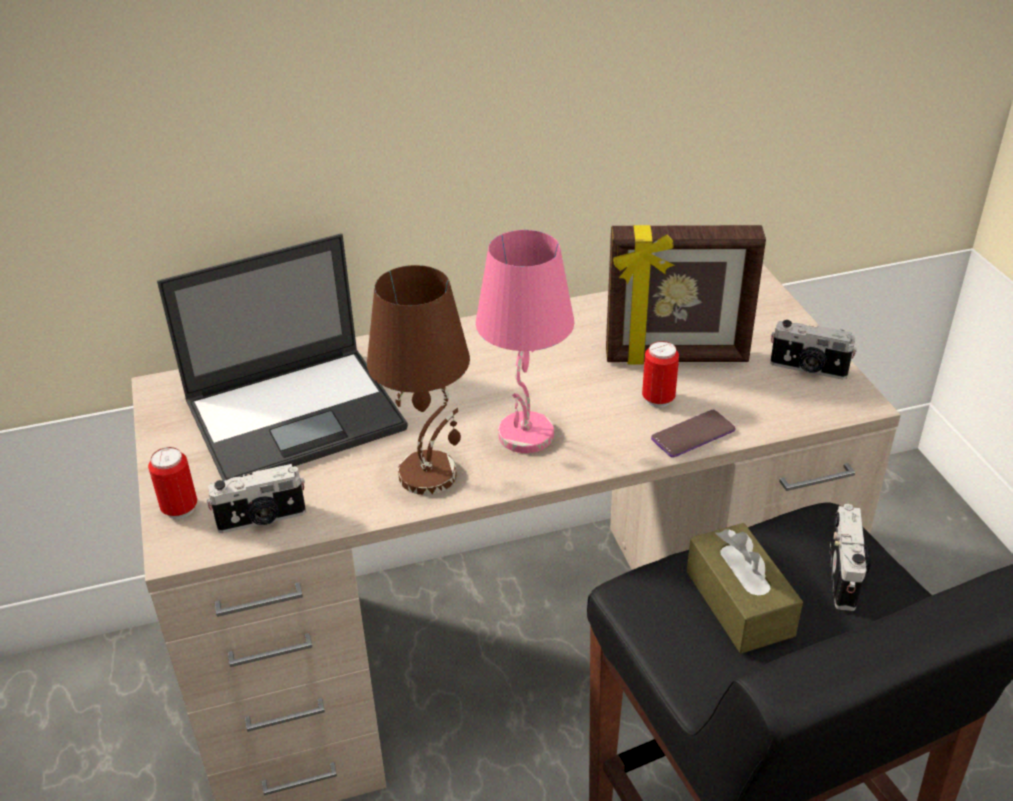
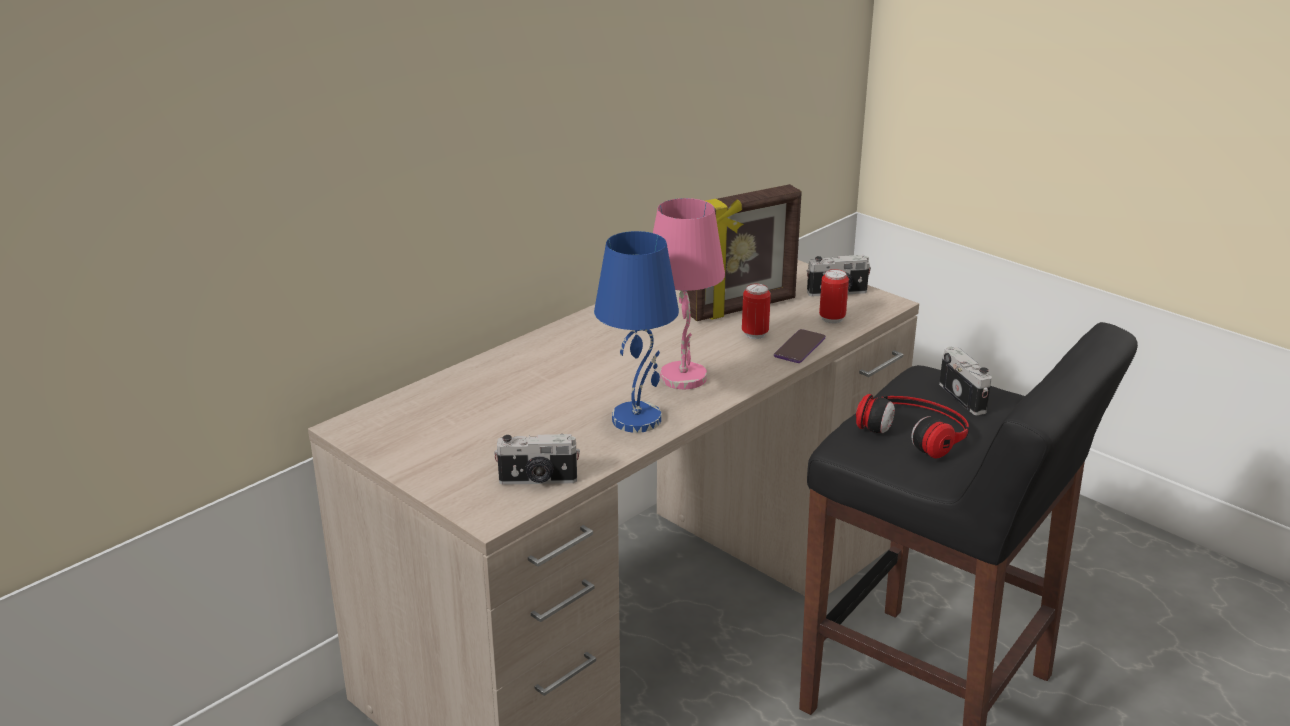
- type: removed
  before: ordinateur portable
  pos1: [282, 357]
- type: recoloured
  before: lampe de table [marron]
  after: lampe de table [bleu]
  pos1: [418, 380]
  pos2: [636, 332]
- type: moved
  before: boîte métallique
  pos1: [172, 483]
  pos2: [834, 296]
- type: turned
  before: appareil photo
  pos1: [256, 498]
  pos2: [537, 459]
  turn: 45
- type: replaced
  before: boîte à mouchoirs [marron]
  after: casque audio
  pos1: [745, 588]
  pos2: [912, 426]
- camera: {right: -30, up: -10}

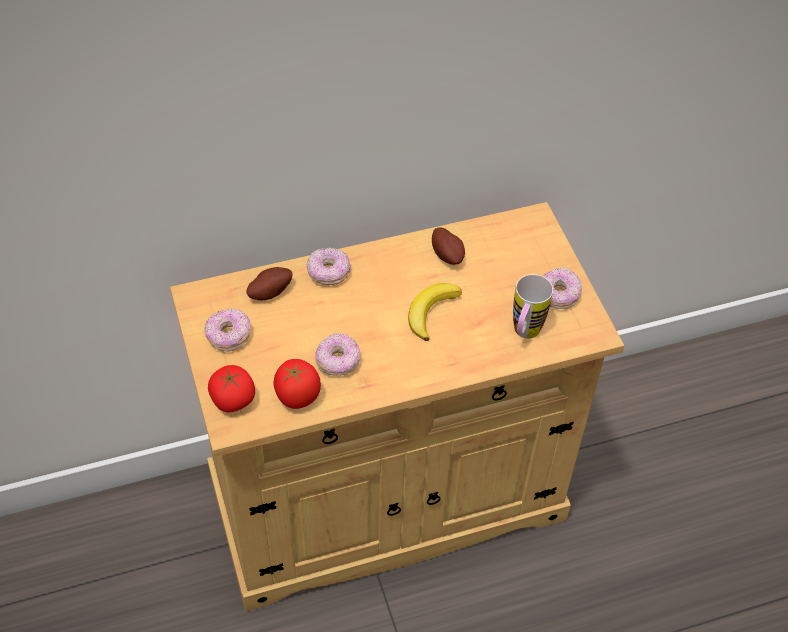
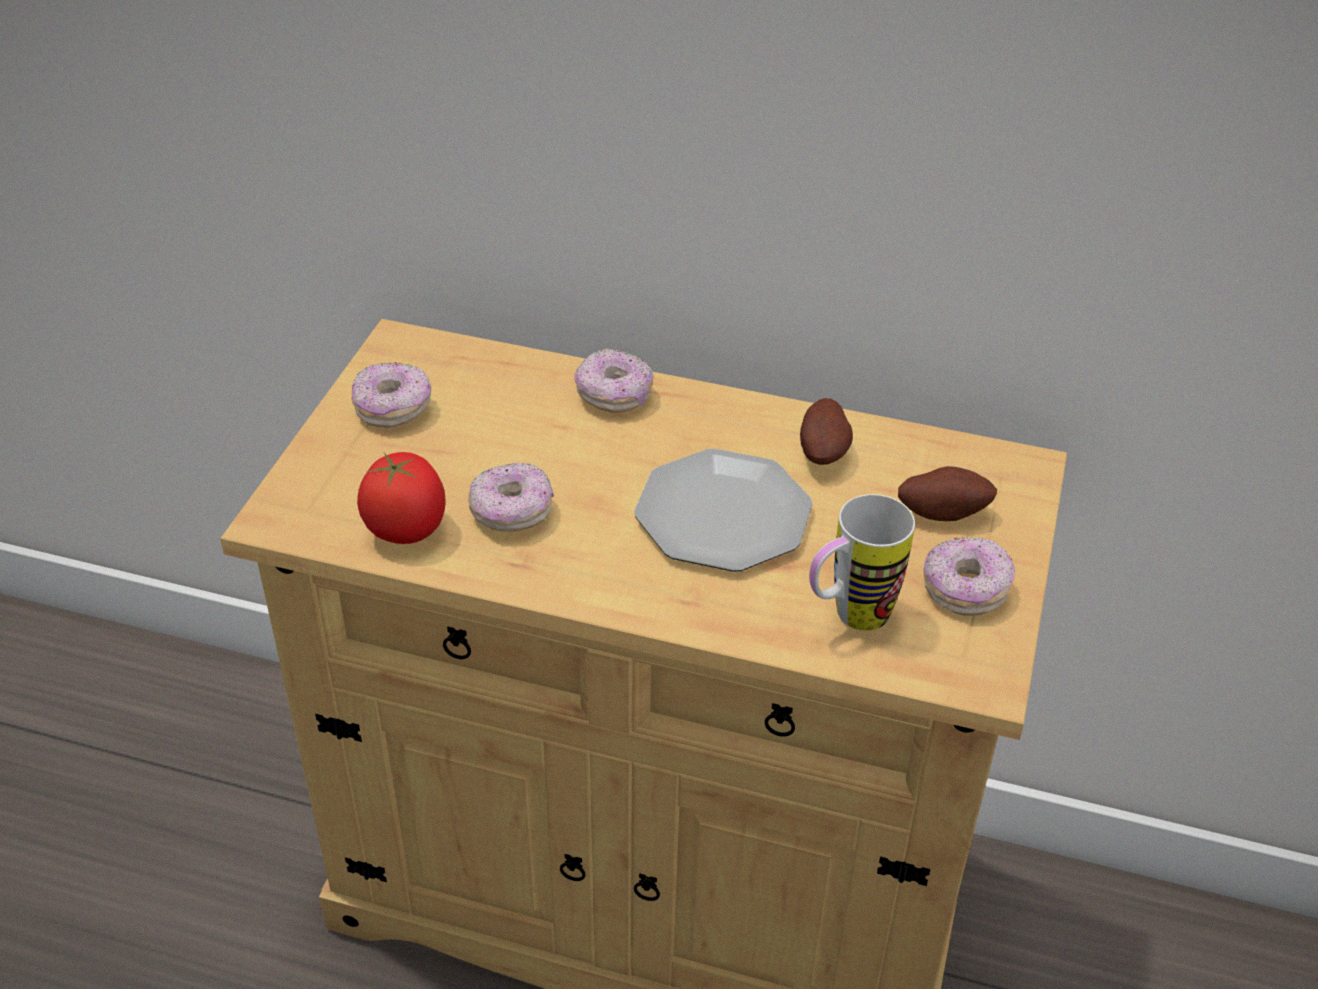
- type: moved
  before: pomme de terre
  pos1: [269, 283]
  pos2: [947, 493]
- type: replaced
  before: banane
  after: assiette
  pos1: [435, 312]
  pos2: [723, 510]
- type: removed
  before: tomate
  pos1: [231, 388]
- camera: {right: 35, up: -10}

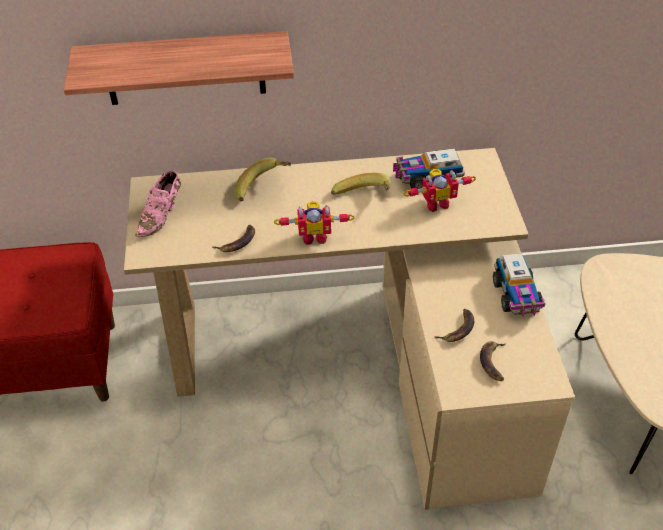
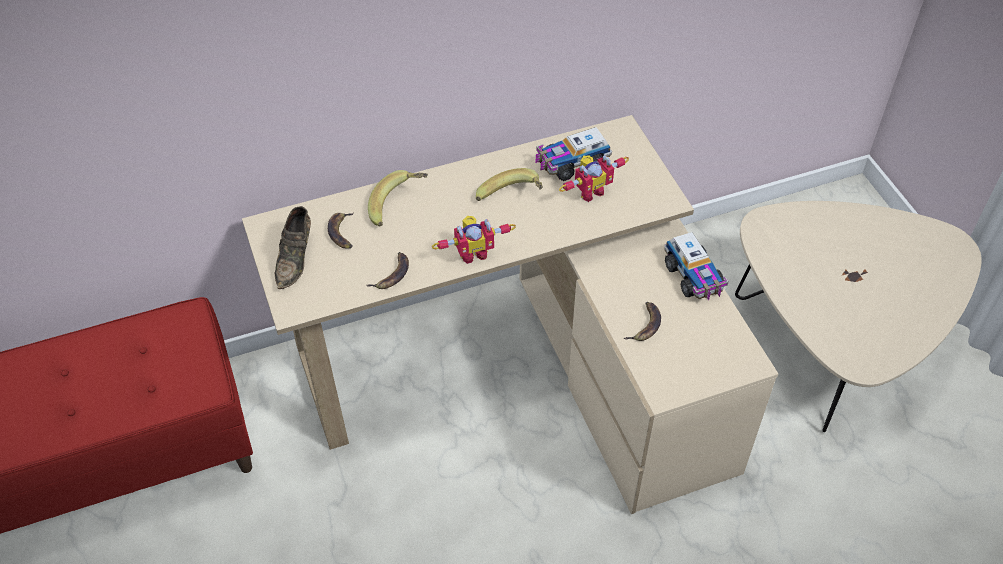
- type: removed
  before: étagère
  pos1: [179, 68]
- type: recoloured
  before: chaussure [rose]
  after: chaussure [marron]
  pos1: [158, 203]
  pos2: [293, 247]
- type: moved
  before: banane
  pos1: [493, 361]
  pos2: [341, 231]
- camera: {right: -15, up: 5}

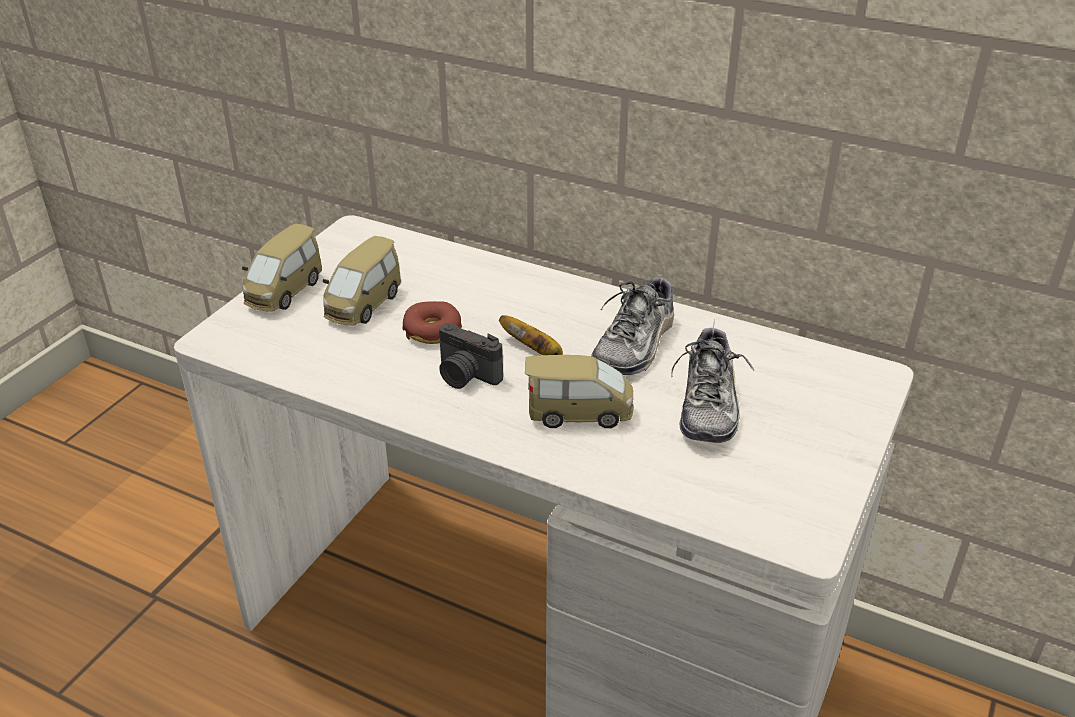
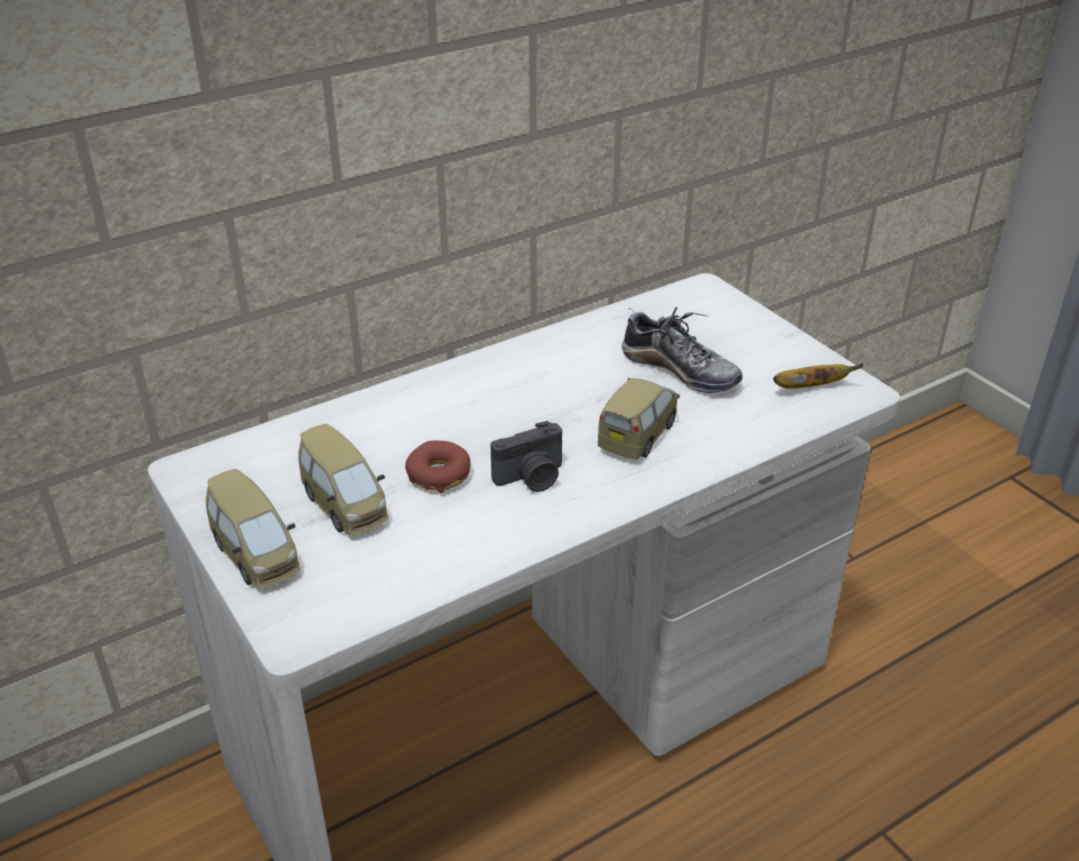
- type: removed
  before: chaussure
  pos1: [632, 324]
- type: moved
  before: banane
  pos1: [531, 335]
  pos2: [818, 376]
- camera: {right: -60, up: 0}

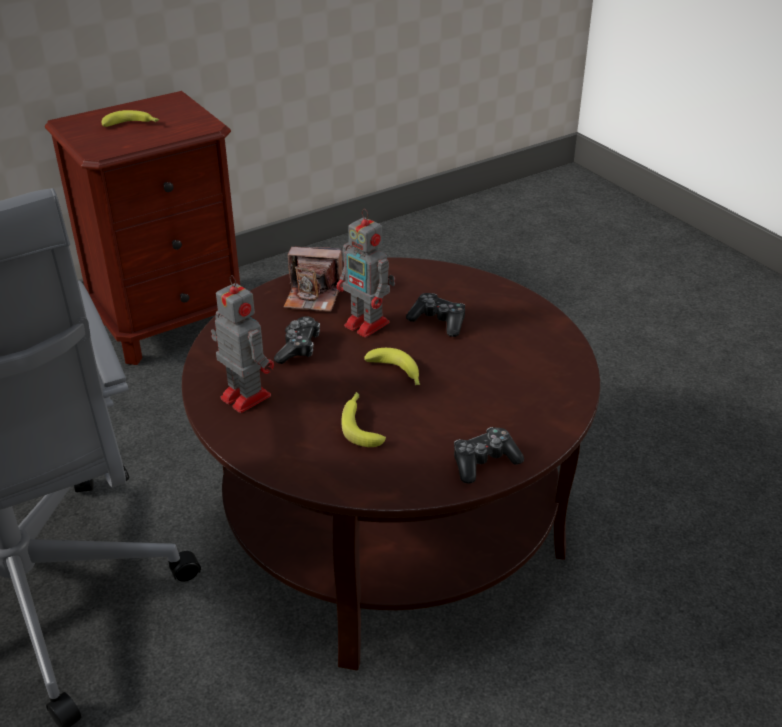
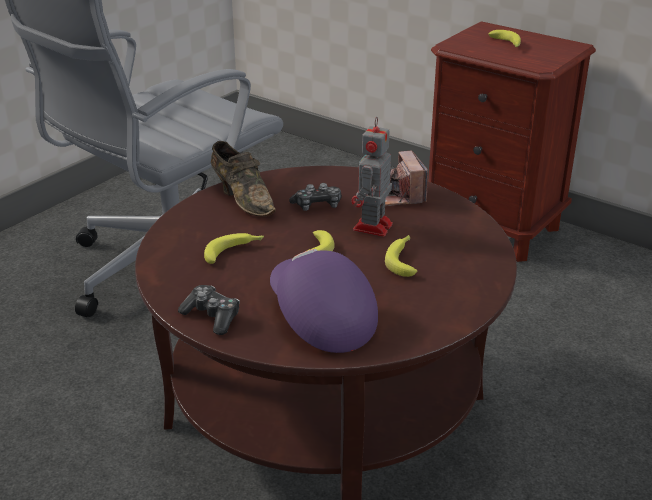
- type: replaced
  before: robot jouet
  after: chaussure [marron]
  pos1: [242, 344]
  pos2: [243, 179]
- type: replaced
  before: manette
  after: banane
  pos1: [435, 315]
  pos2: [401, 256]
- type: added
  after: casquette [violet]
  pos2: [324, 301]
- camera: {right: 70, up: -5}

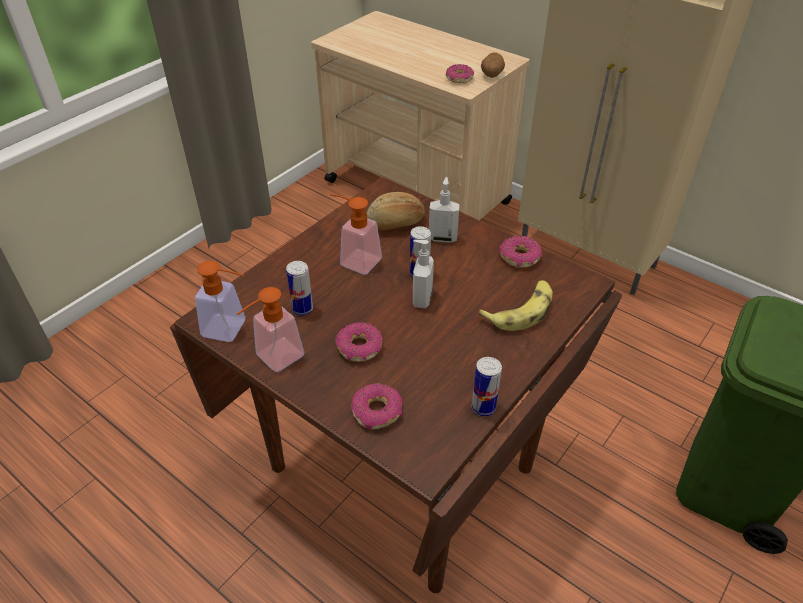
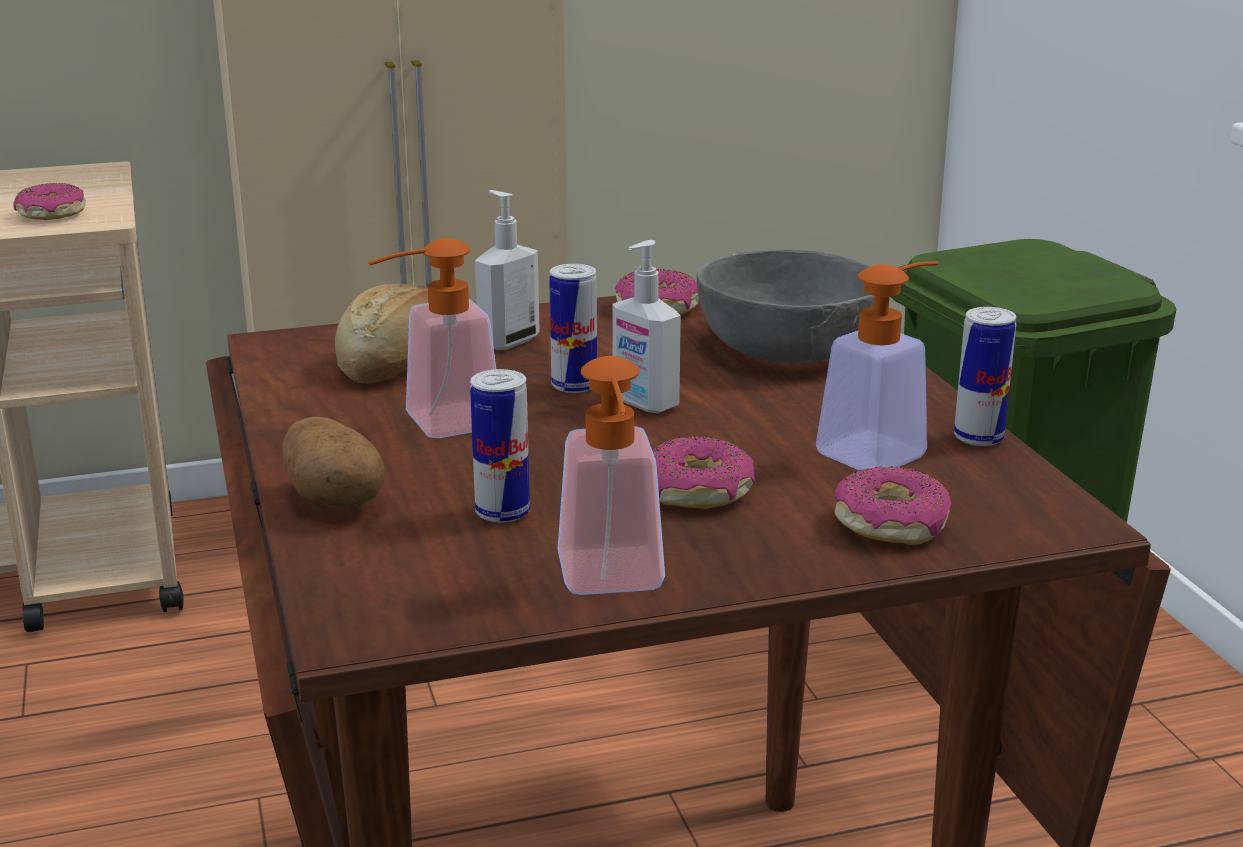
- type: moved
  before: pomme de terre
  pos1: [493, 65]
  pos2: [333, 462]
- type: moved
  before: distributeur de savon
  pos1: [220, 301]
  pos2: [877, 366]
- type: replaced
  before: banane
  after: bol [gris]
  pos1: [516, 305]
  pos2: [785, 306]
- camera: {right: -55, up: -20}

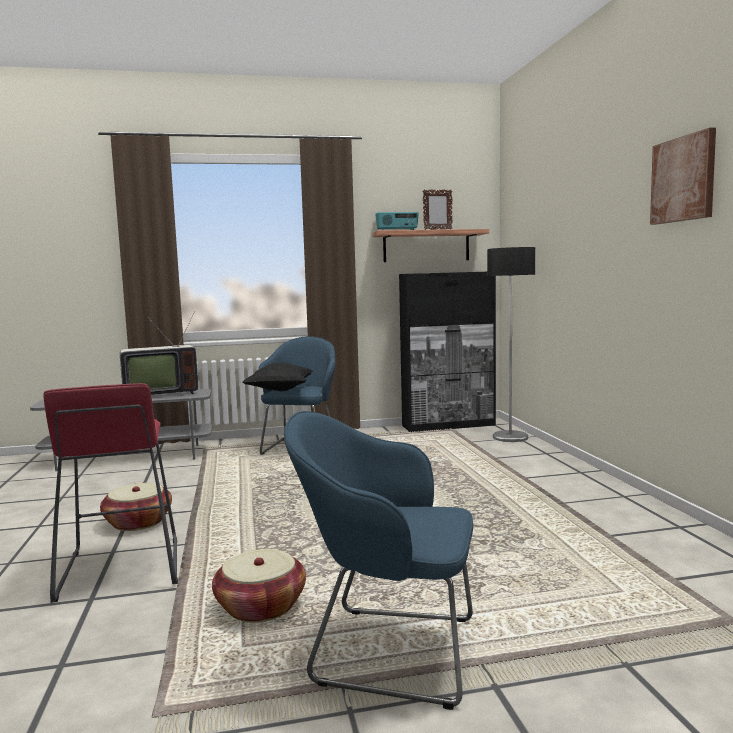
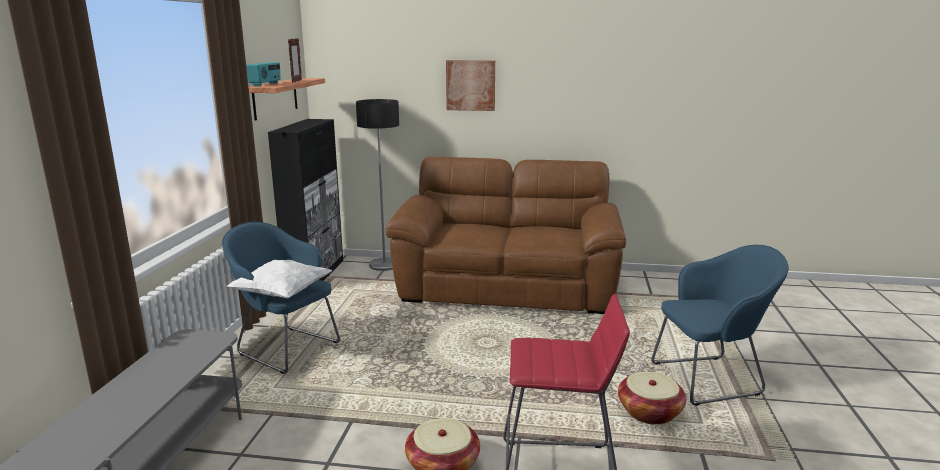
- type: moved
  before: tableau
  pos1: [683, 176]
  pos2: [470, 85]
- type: removed
  before: téléviseur
  pos1: [159, 353]
- type: recoloured
  before: coussin [noir]
  after: coussin [blanc]
  pos1: [278, 376]
  pos2: [279, 279]
- type: turned
  before: fauteuil [bleu]
  pos1: [378, 560]
  pos2: [720, 325]
  turn: -135
- type: added
  after: canapé [marron]
  pos2: [506, 235]
- camera: {right: -70, up: 10}

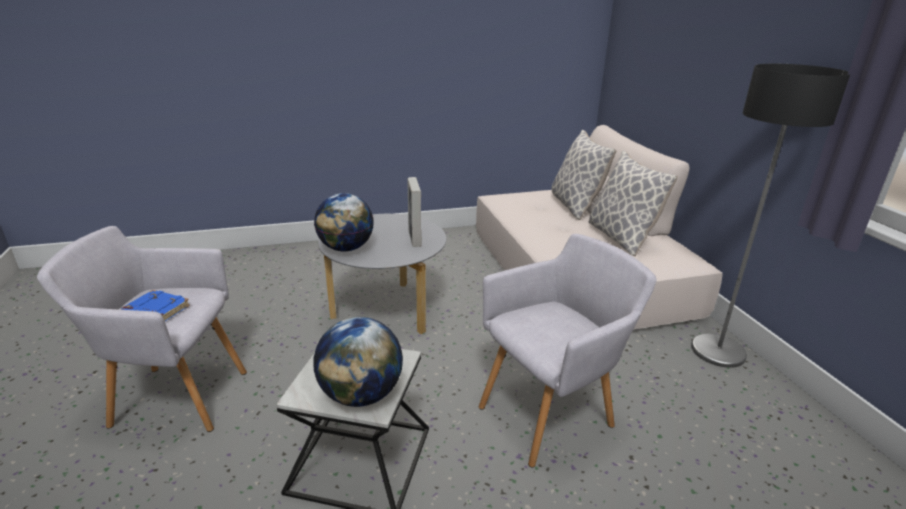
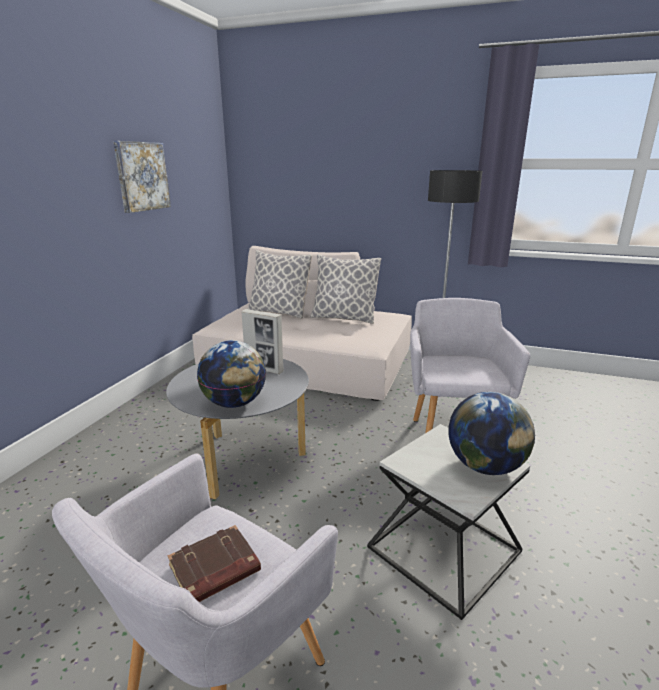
- type: recoloured
  before: livre [bleu]
  after: livre [marron]
  pos1: [155, 305]
  pos2: [214, 563]
- type: added
  after: tableau
  pos2: [142, 177]
- camera: {right: -55, up: -5}

